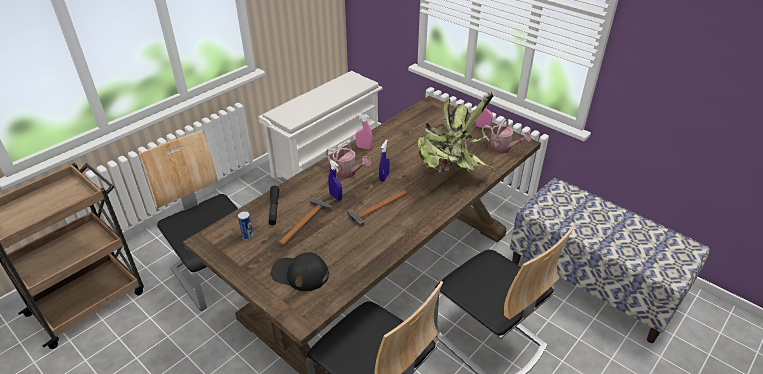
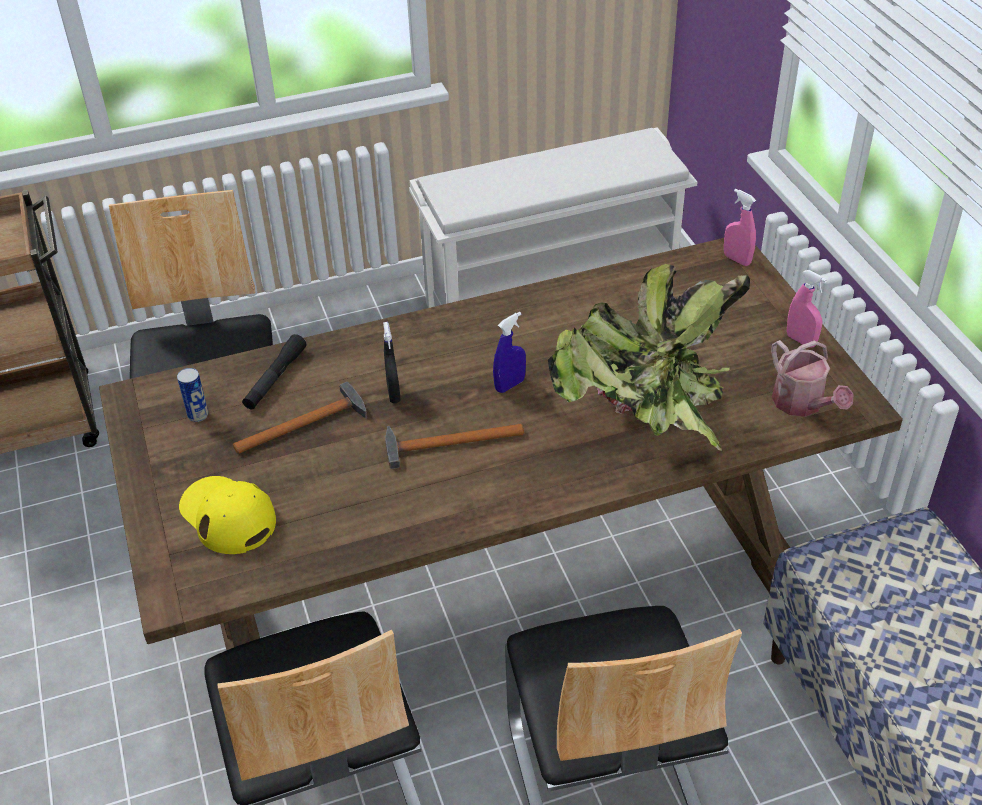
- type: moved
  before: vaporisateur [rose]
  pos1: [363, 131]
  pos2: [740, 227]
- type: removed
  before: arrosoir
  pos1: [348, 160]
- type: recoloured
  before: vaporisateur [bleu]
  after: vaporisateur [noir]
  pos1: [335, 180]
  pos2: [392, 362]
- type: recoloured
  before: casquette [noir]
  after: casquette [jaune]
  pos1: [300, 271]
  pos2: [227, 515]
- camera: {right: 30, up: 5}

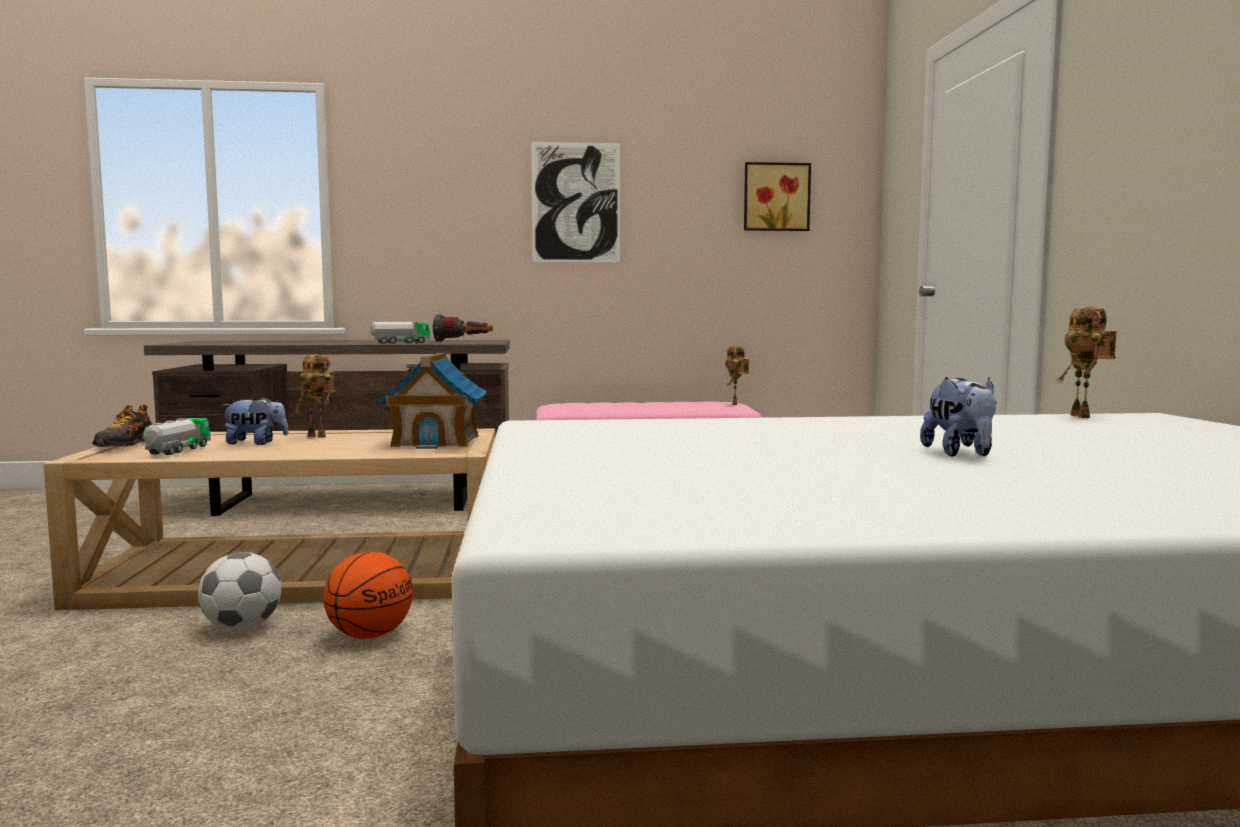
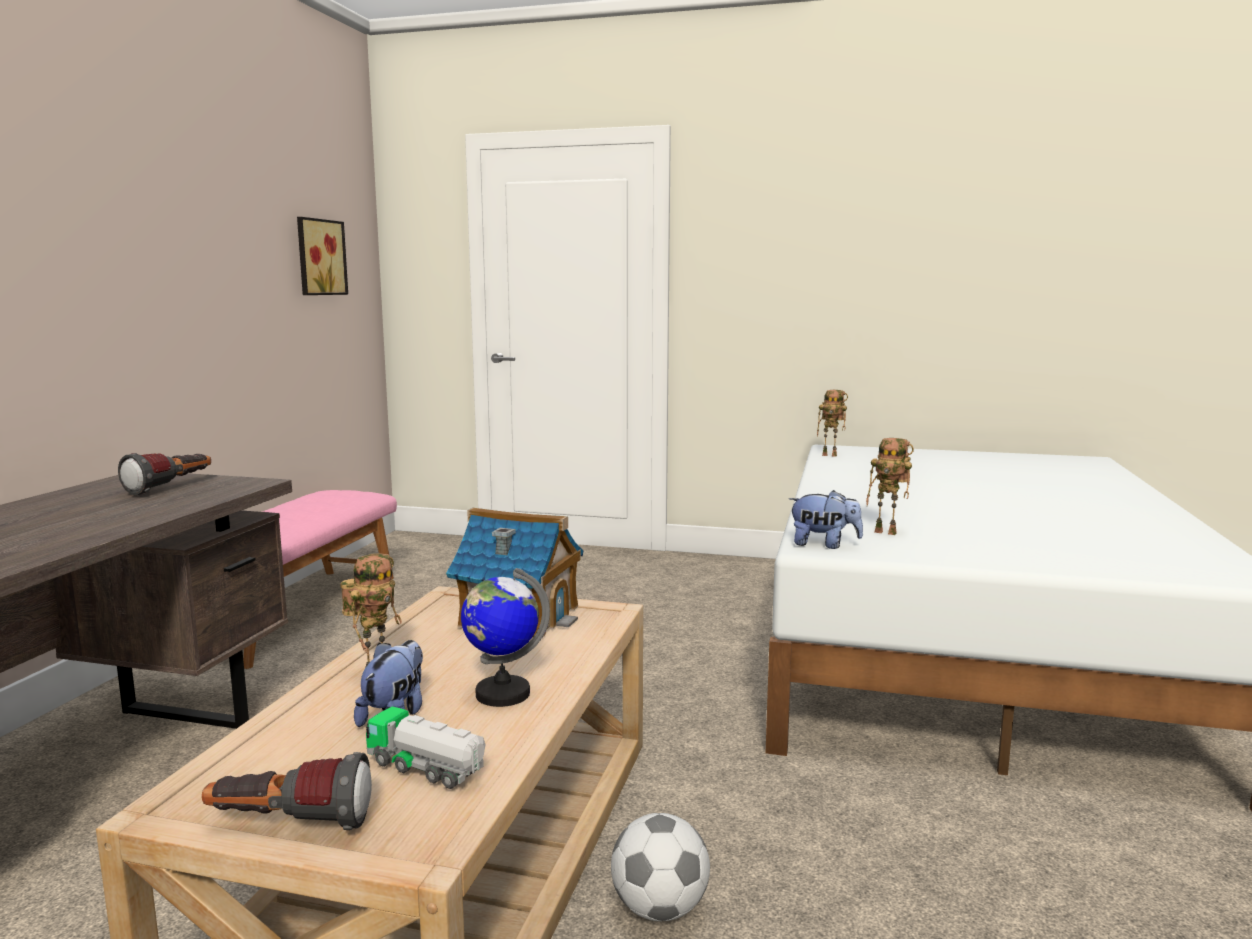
- type: removed
  before: tableau
  pos1: [575, 202]
- type: removed
  before: camion jouet
  pos1: [400, 332]
- type: moved
  before: robot jouet
  pos1: [737, 375]
  pos2: [890, 486]
- type: moved
  before: peluche
  pos1: [958, 417]
  pos2: [826, 519]
- type: replaced
  before: chaussure
  after: lampe de poche
  pos1: [122, 425]
  pos2: [287, 791]
- type: removed
  before: ballon de basket
  pos1: [368, 595]
- type: added
  after: globe
  pos2: [505, 637]
- camera: {right: -70, up: 5}

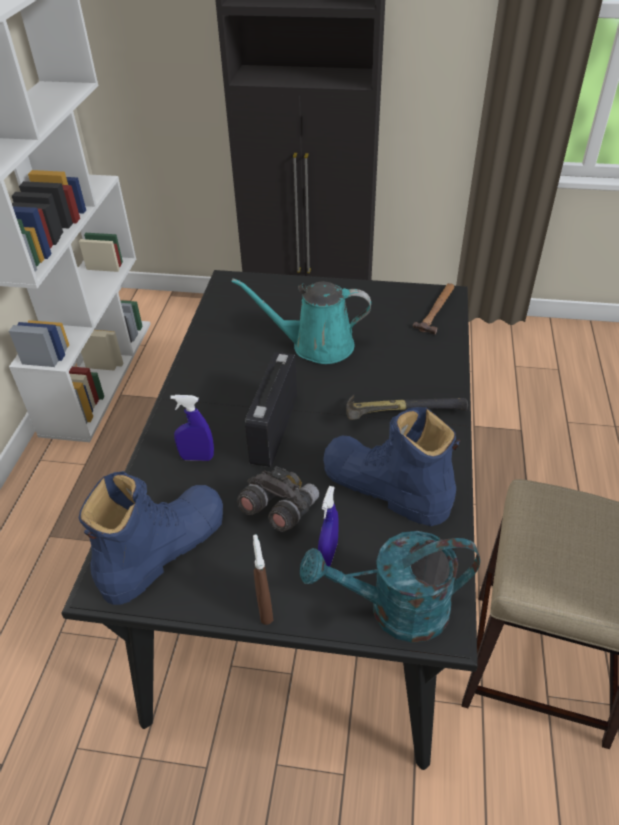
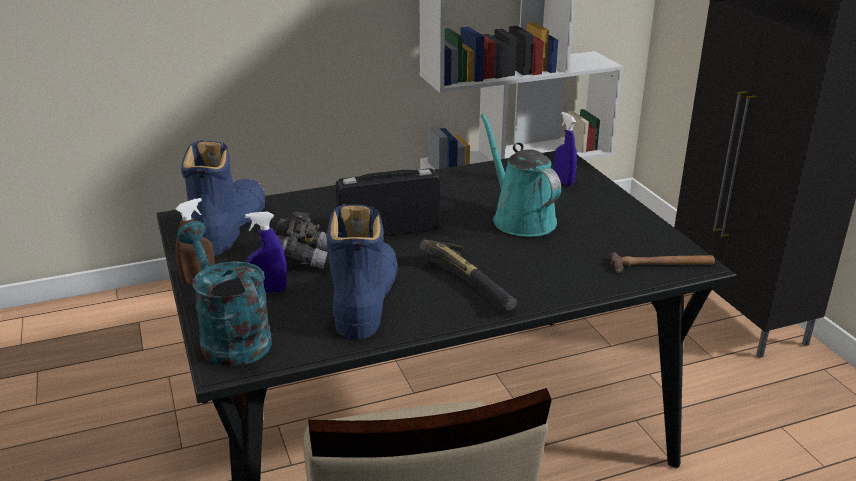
- type: moved
  before: vaporisateur [bleu]
  pos1: [192, 428]
  pos2: [565, 149]
- type: turned
  before: botte [bleu]
  pos1: [151, 538]
  pos2: [223, 198]
  turn: -90
- camera: {right: 60, up: -15}

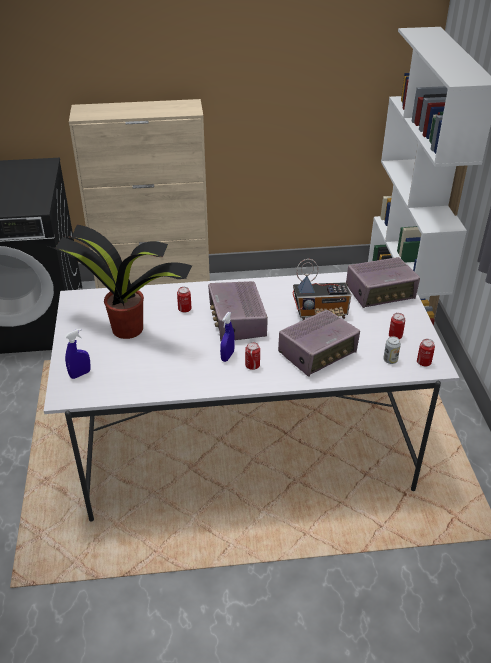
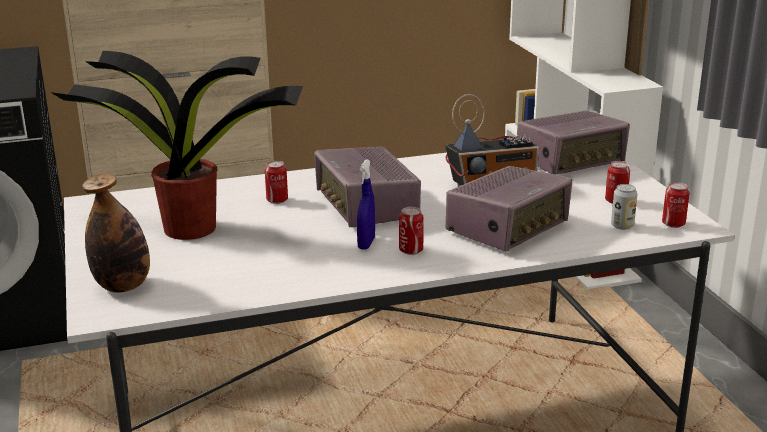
- type: replaced
  before: vaporisateur [bleu]
  after: bouteille
  pos1: [78, 353]
  pos2: [116, 233]
- camera: {right: -10, up: -15}

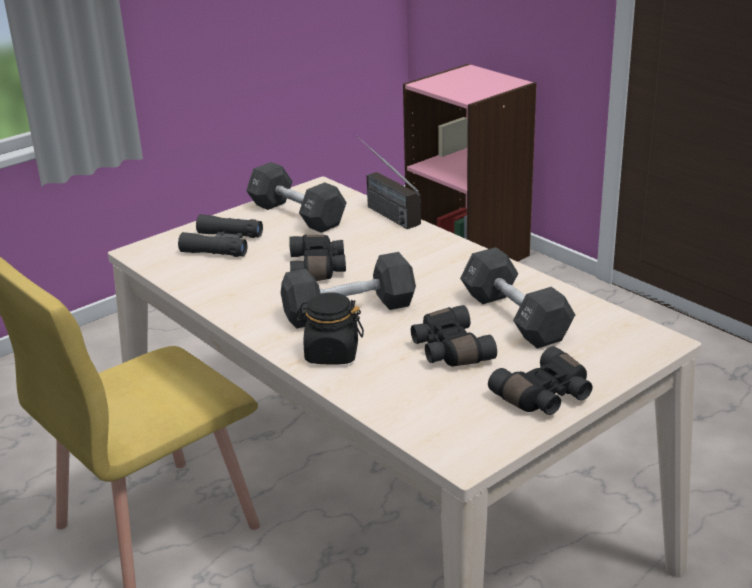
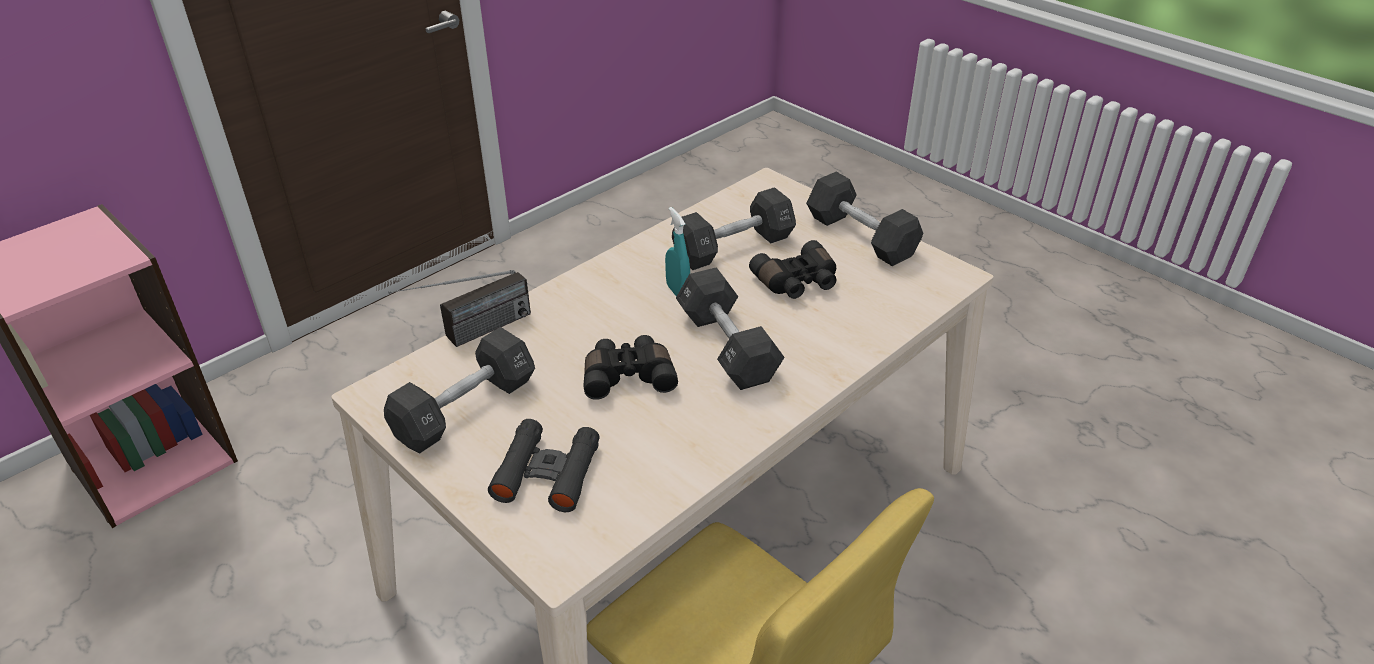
- type: removed
  before: bocal [noir]
  pos1: [329, 329]
- type: replaced
  before: jumelles [noir]
  after: haltère [noir]
  pos1: [540, 380]
  pos2: [864, 219]
- type: added
  after: vaporisateur [turquoise]
  pos2: [677, 252]
- camera: {right: -95, up: 10}

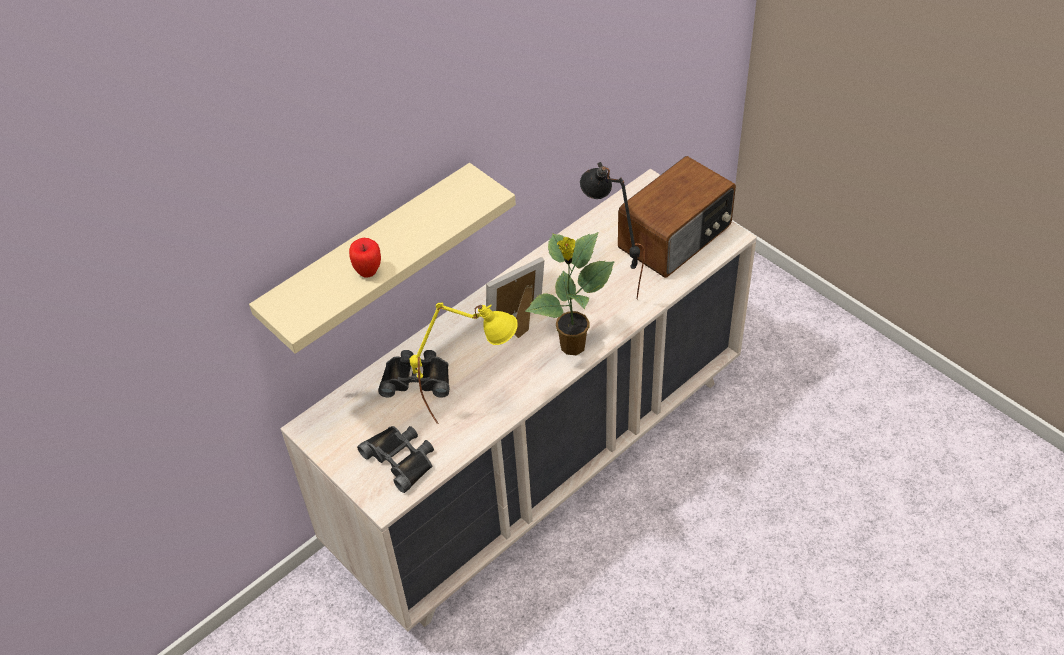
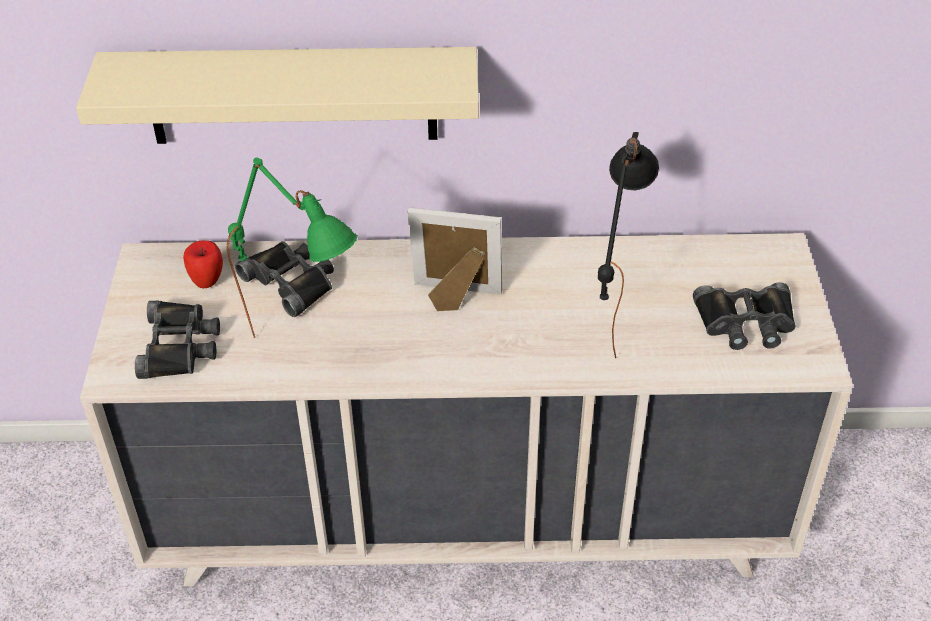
- type: replaced
  before: radio
  after: jumelles [noir]
  pos1: [677, 217]
  pos2: [744, 316]
- type: removed
  before: plante en pot
  pos1: [569, 293]
- type: moved
  before: pomme
  pos1: [365, 258]
  pos2: [203, 264]
- type: recoloured
  before: lampe de table [jaune]
  after: lampe de table [vert]
  pos1: [464, 363]
  pos2: [292, 247]
- camera: {right: 40, up: -5}

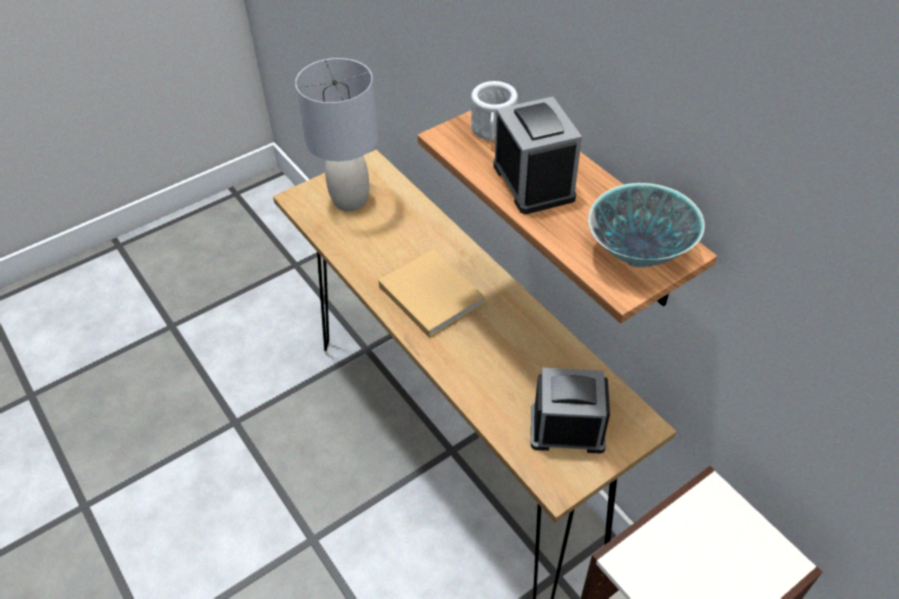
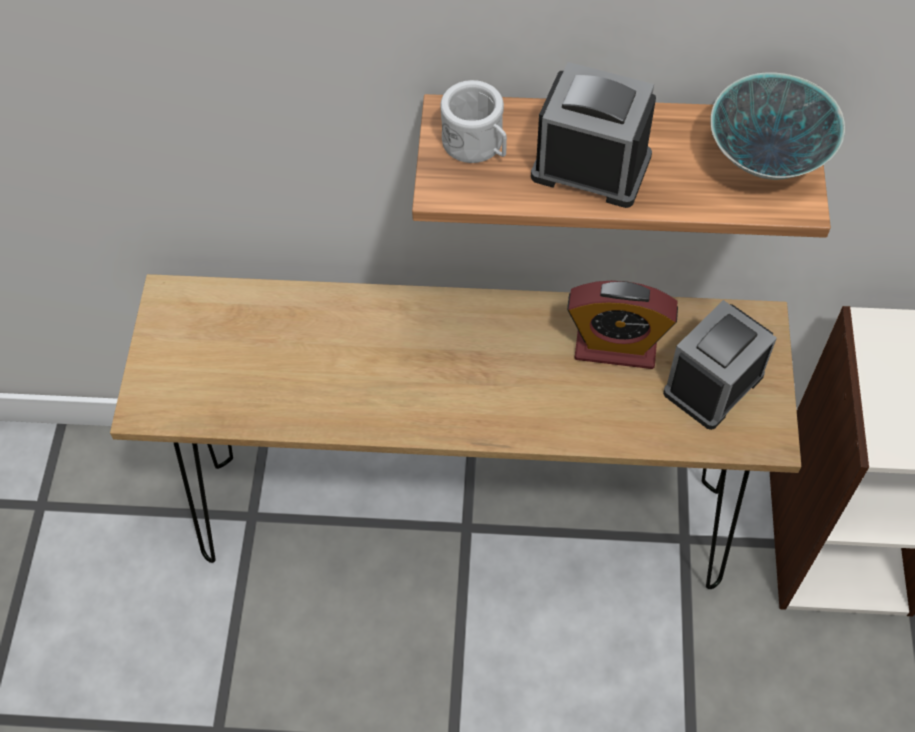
- type: removed
  before: lampe de table [gris]
  pos1: [336, 134]
- type: removed
  before: livre [beige]
  pos1: [431, 293]
- type: added
  after: réveil
  pos2: [622, 325]
- camera: {right: -50, up: 10}

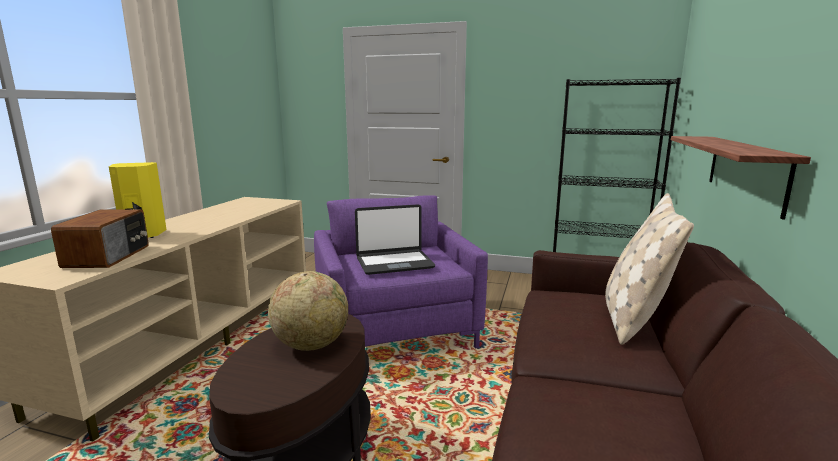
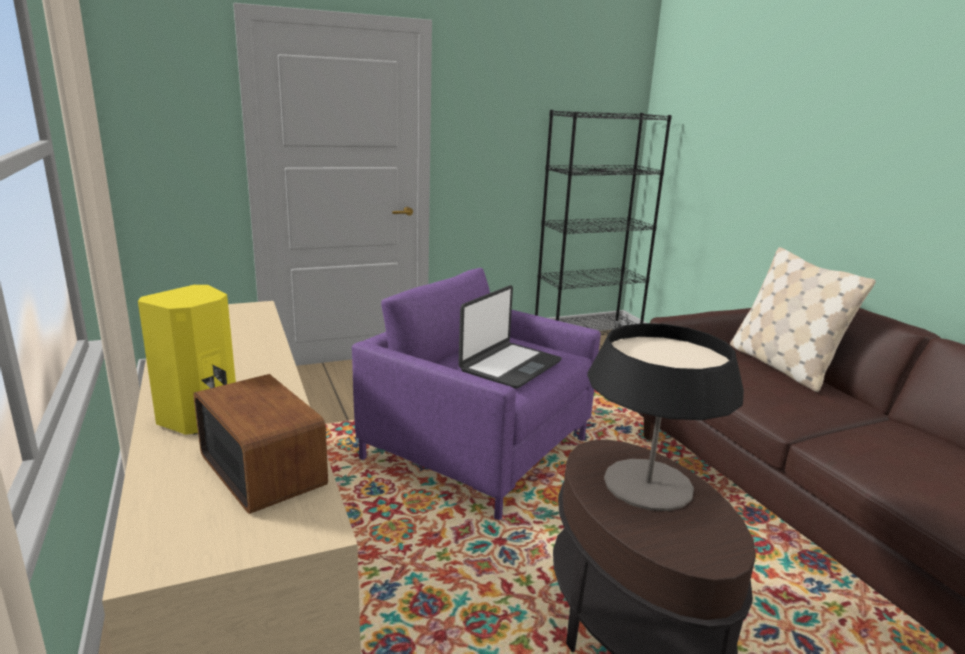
- type: removed
  before: étagère
  pos1: [741, 178]
- type: replaced
  before: globe
  after: lampe de table
  pos1: [308, 311]
  pos2: [665, 417]
- camera: {right: -40, up: 5}

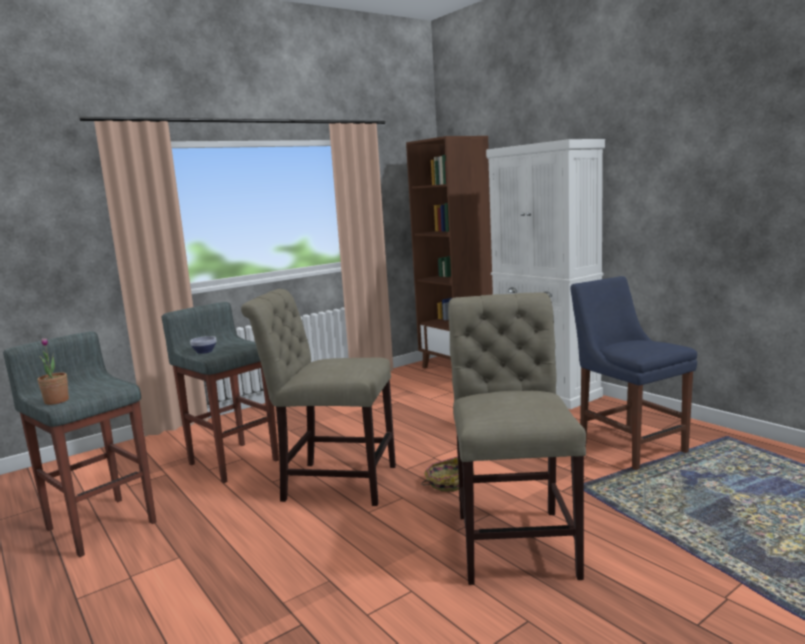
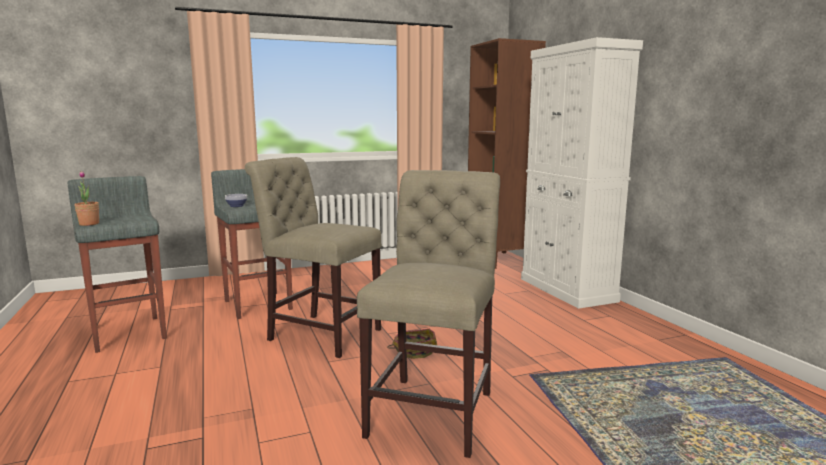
- type: removed
  before: chaise [bleu]
  pos1: [634, 373]
- camera: {right: 15, up: 0}

